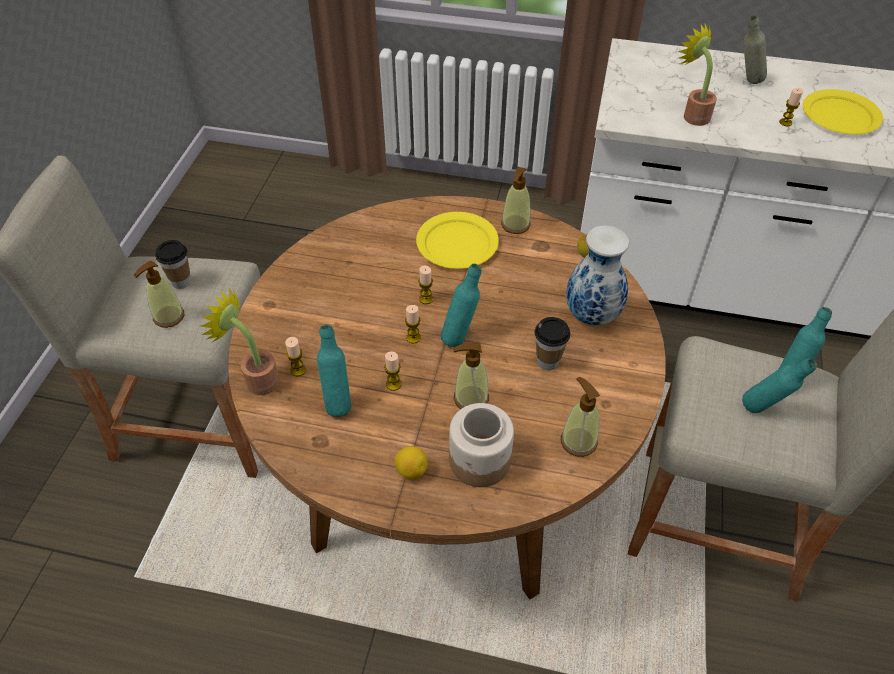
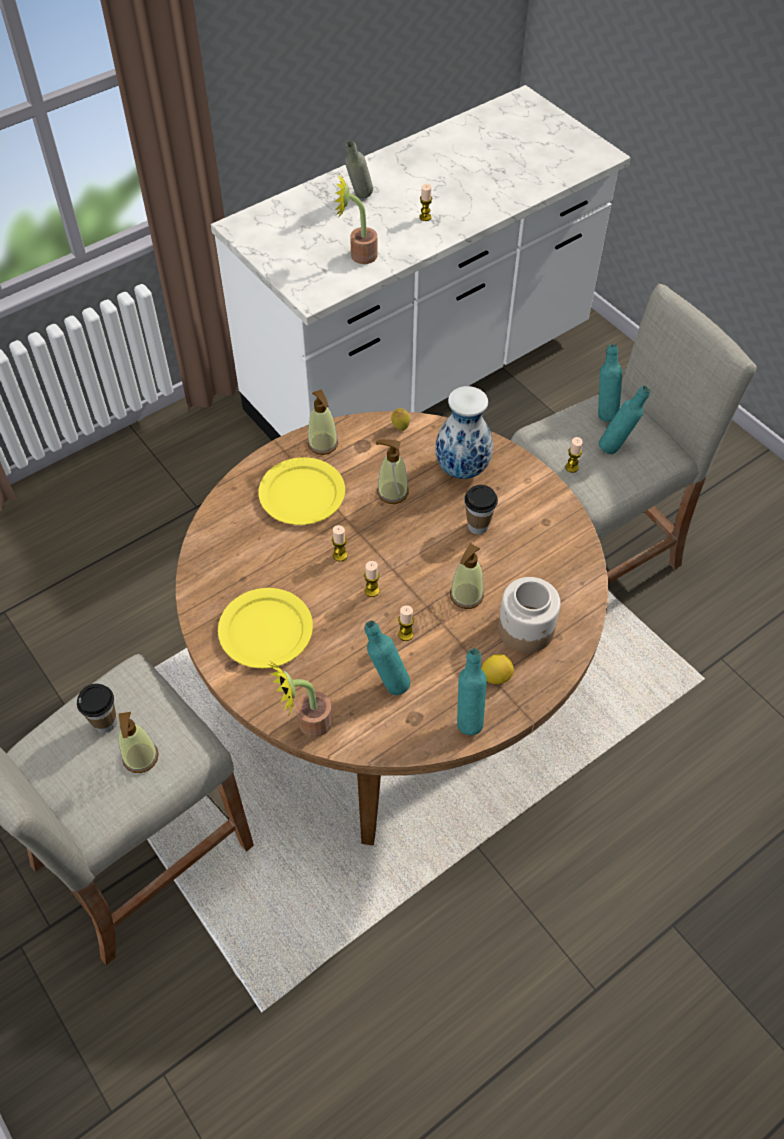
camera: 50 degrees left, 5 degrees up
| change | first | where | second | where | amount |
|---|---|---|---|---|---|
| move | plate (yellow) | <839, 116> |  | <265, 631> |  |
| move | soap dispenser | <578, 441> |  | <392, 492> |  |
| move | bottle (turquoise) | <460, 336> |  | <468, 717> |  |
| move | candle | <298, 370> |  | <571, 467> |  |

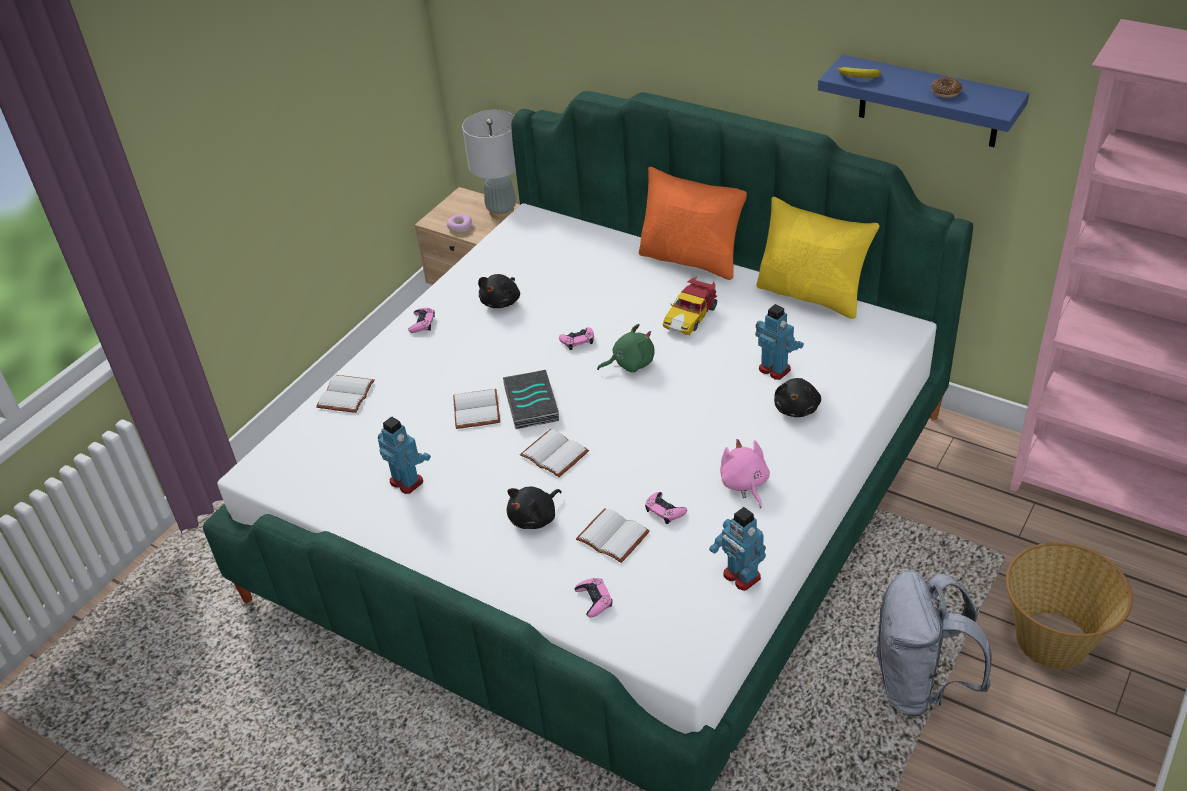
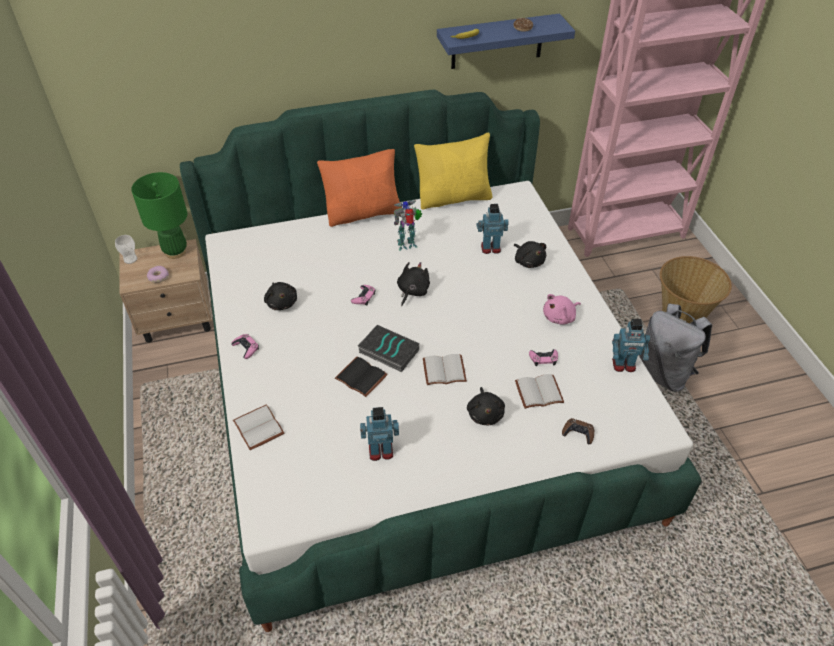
camera: 50 degrees left, 5 degrees up
| change | first | where | second | where | amount |
|---|---|---|---|---|---|
| insert |  |  | cup | <130, 259> |  |
| recolor | table lamp (grey) | <501, 211> | table lamp (green) | <175, 252> |  |
| recolor | book (white) | <478, 410> | book (black) | <362, 377> |  |
| replace | toy car | <691, 316> | toy robot | <408, 245> |  |
| recolor | plush toy (green) | <630, 363> | plush toy (black) | <412, 291> |  |
| rotate | plush toy (pink) | <744, 484> |  | <560, 317> | 60 degrees counterclockwise |
| recolor | game controller (pink) | <594, 600> | game controller (brown) | <578, 433> |  |

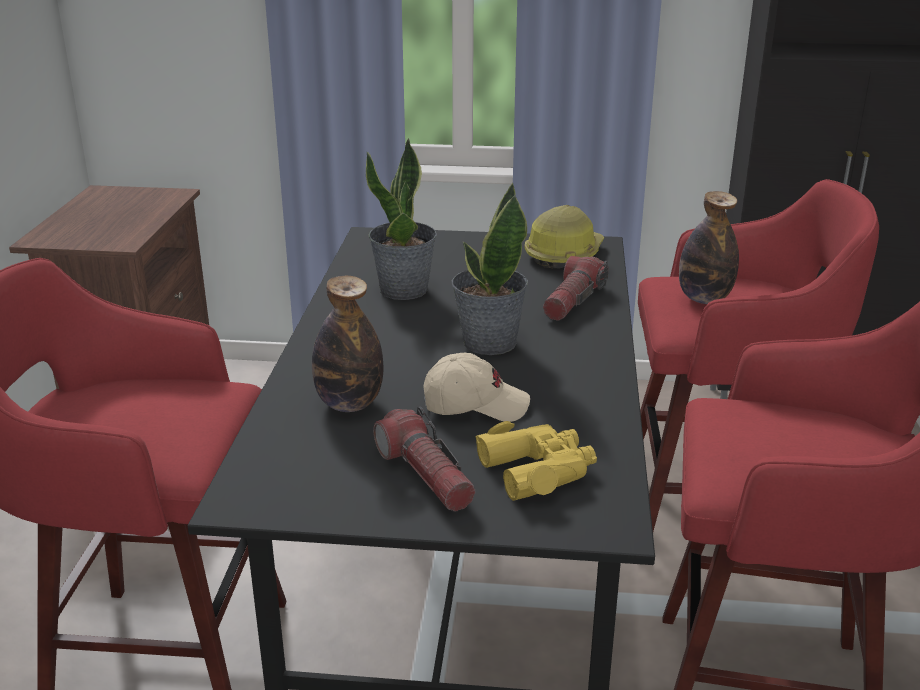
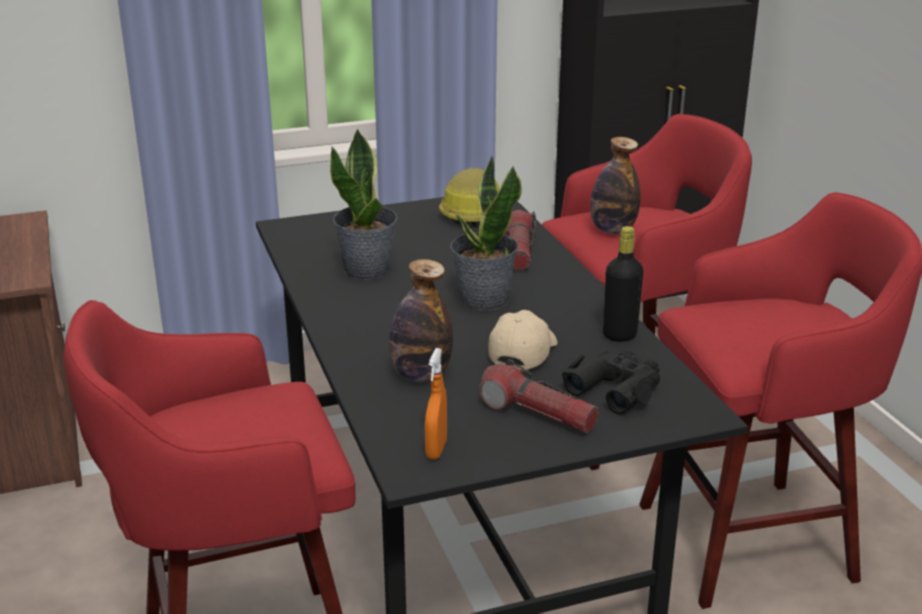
camera: 25 degrees left, 0 degrees up
| change | first | where | second | where | amount |
|---|---|---|---|---|---|
| insert |  |  | spray bottle (orange) | <436, 449> |  |
| rotate | cap (beige) | <475, 405> |  | <522, 351> | 45 degrees counterclockwise |
| recolor | binoculars (yellow) | <538, 470> | binoculars (black) | <616, 388> |  |
| insert |  |  | bottle (black) | <619, 335> |  |

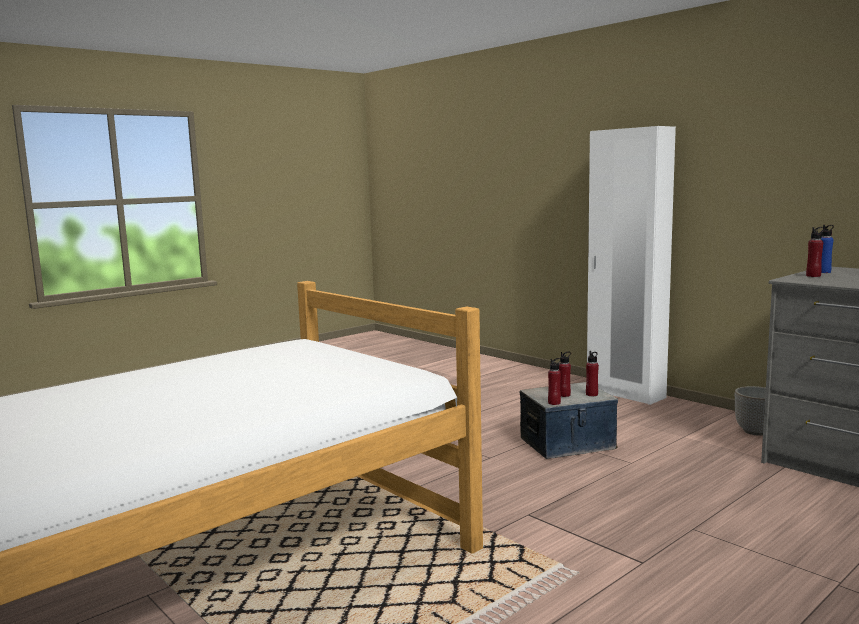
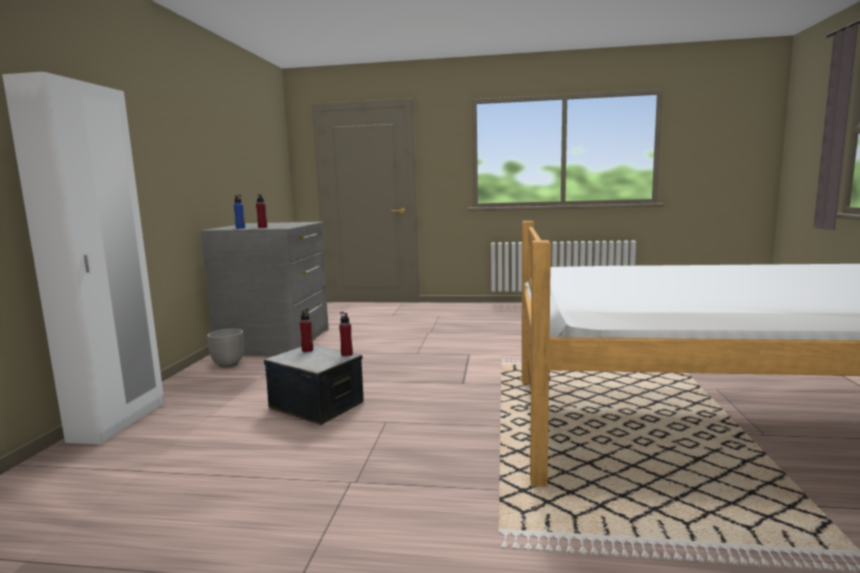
camera: 130 degrees left, 0 degrees up
| change | first | where | second | where | amount |
|---|---|---|---|---|---|
| delete | bottle (red) | <564, 395> |  |  |  |

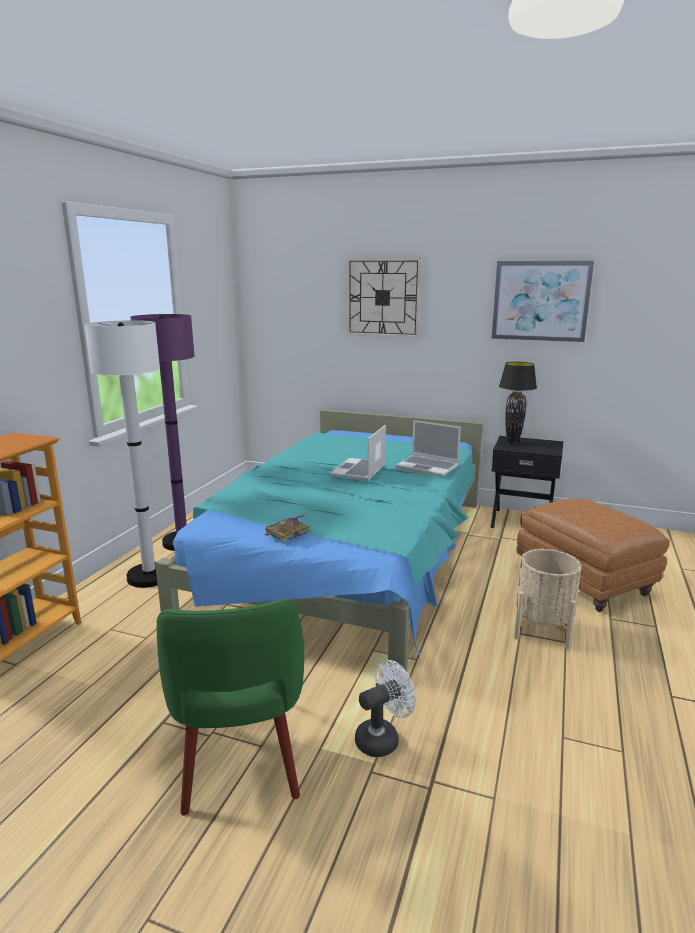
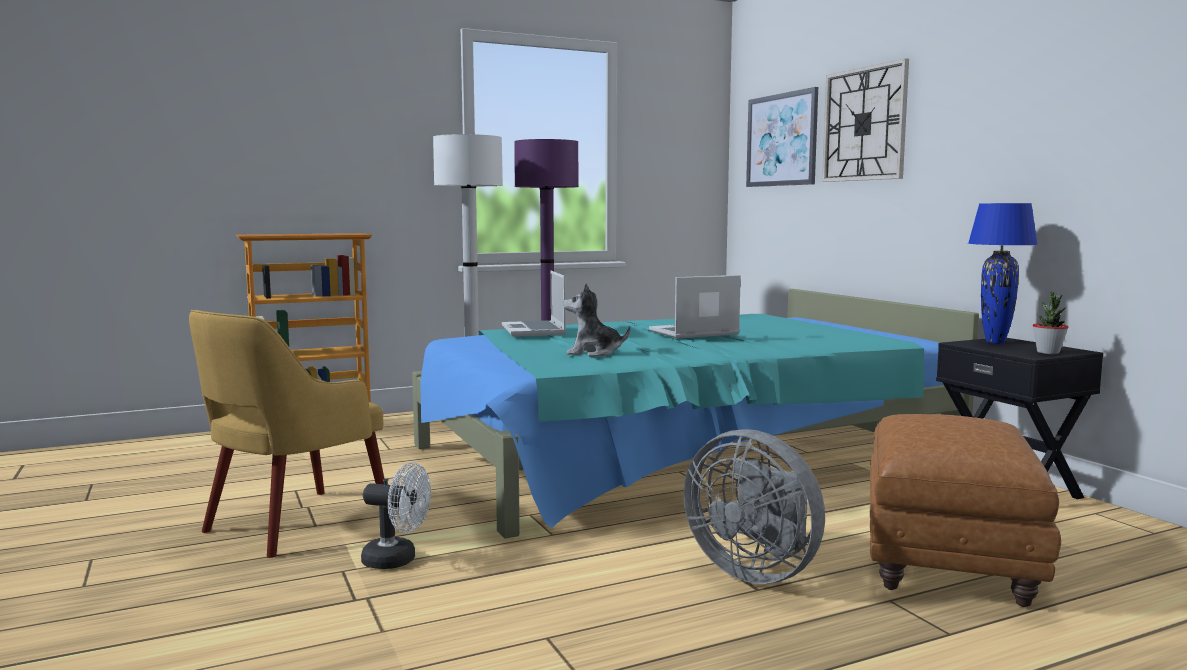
camera: 45 degrees right, 10 degrees down
| change | first | where | second | where | amount |
|---|---|---|---|---|---|
| recolor | armchair (green) | <239, 755> | armchair (yellow) | <293, 523> |  |
| move | laptop | <428, 467> |  | <534, 331> |  |
| insert |  |  | plush toy | <593, 353> |  |
| replace | planter (beige) | <542, 630> | fan (grey) | <755, 571> |  |
| move | picture | <540, 301> |  | <781, 140> |  |
| recolor | table lamp (black) | <512, 443> | table lamp (blue) | <995, 342> |  |
| insert |  |  | potted plant | <1048, 352> |  |
| delete | book | <287, 532> |  |  |  |

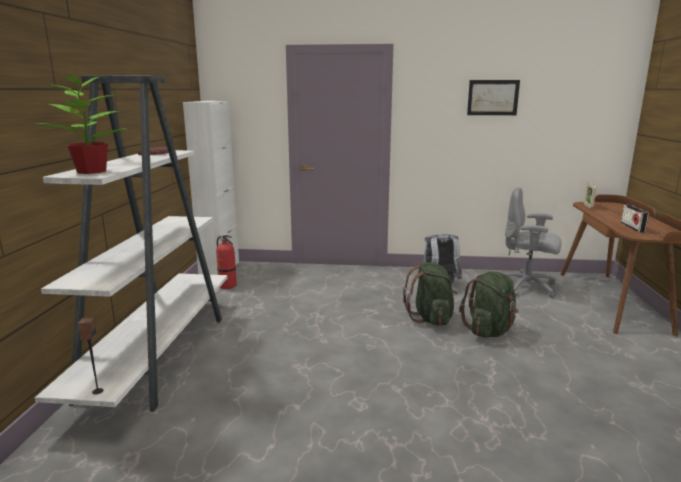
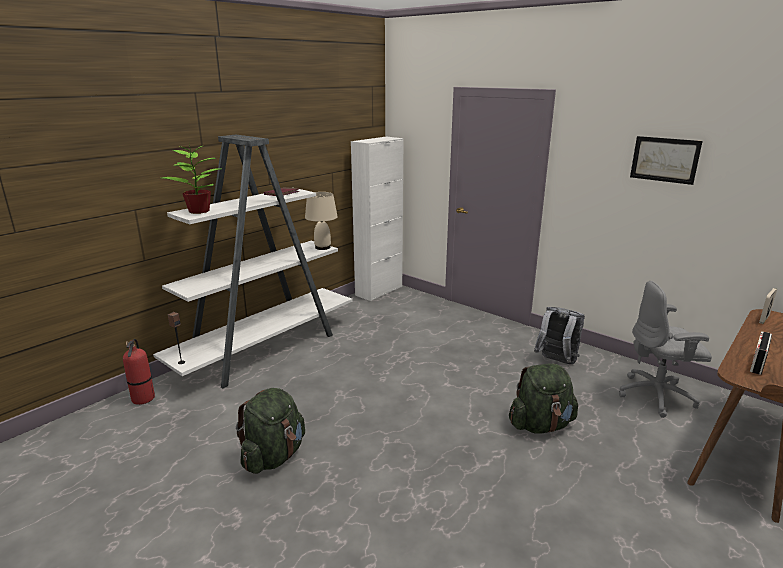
camera: 35 degrees right, 5 degrees up
| change | first | where | second | where | amount |
|---|---|---|---|---|---|
| move | fire extinguisher | <228, 286> |  | <143, 399> |  |
| move | backpack (green) | <431, 318> |  | <274, 456> |  |
| insert |  |  | table lamp (beige) | <322, 247> |  |
| rotate | office chair (grey) | <527, 287> |  | <657, 396> | 60 degrees counterclockwise |

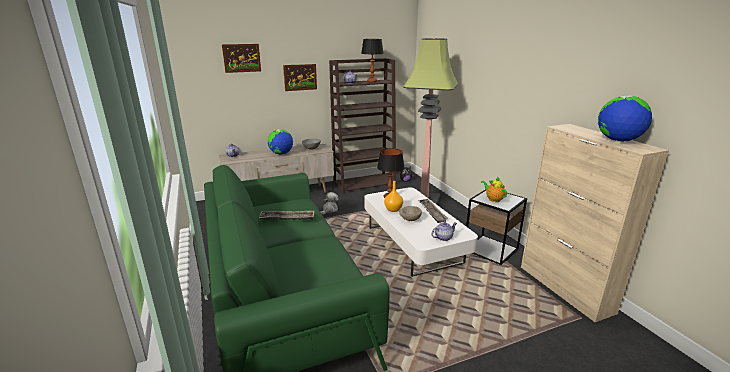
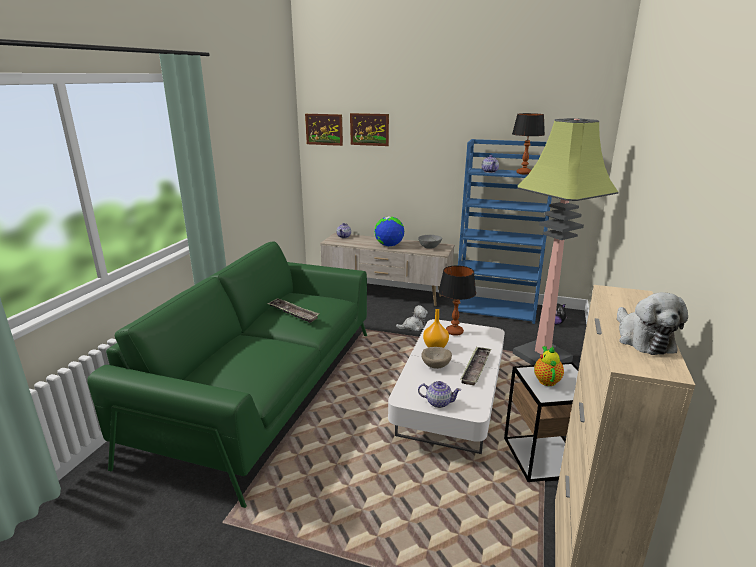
camera: 40 degrees right, 0 degrees up
| change | first | where | second | where | amount |
|---|---|---|---|---|---|
| move | picture | <300, 77> |  | <324, 129> |  |
| recolor | bookcase (brown) | <364, 183> | bookcase (blue) | <496, 309> |  |
| replace | globe | <618, 140> | plush toy | <643, 339> |  |

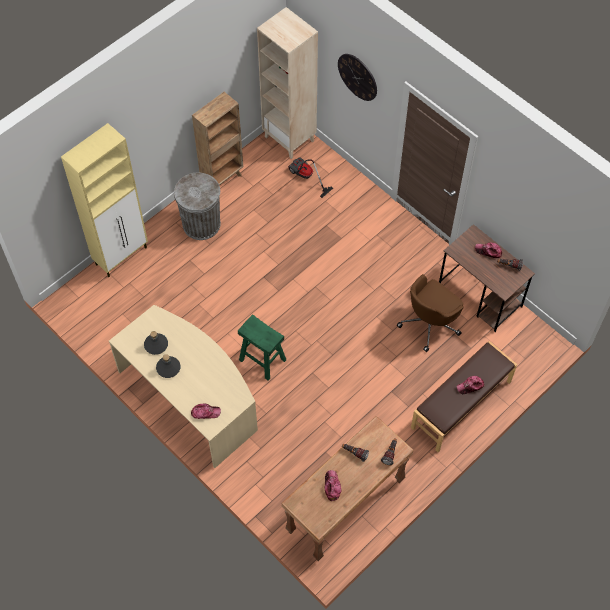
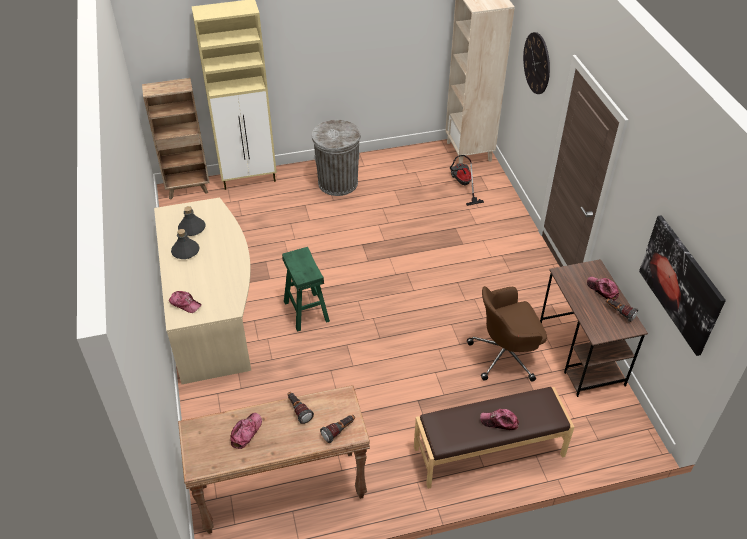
camera: 30 degrees right, 15 degrees down
| change | first | where | second | where | amount |
|---|---|---|---|---|---|
| move | bookcase (brown) | <223, 179> |  | <188, 189> |  |
| insert |  |  | picture | <680, 284> |  |

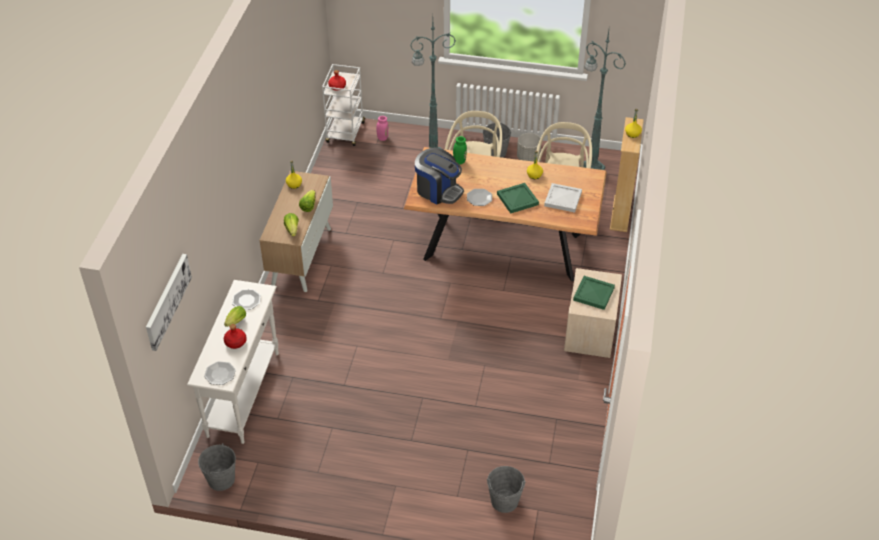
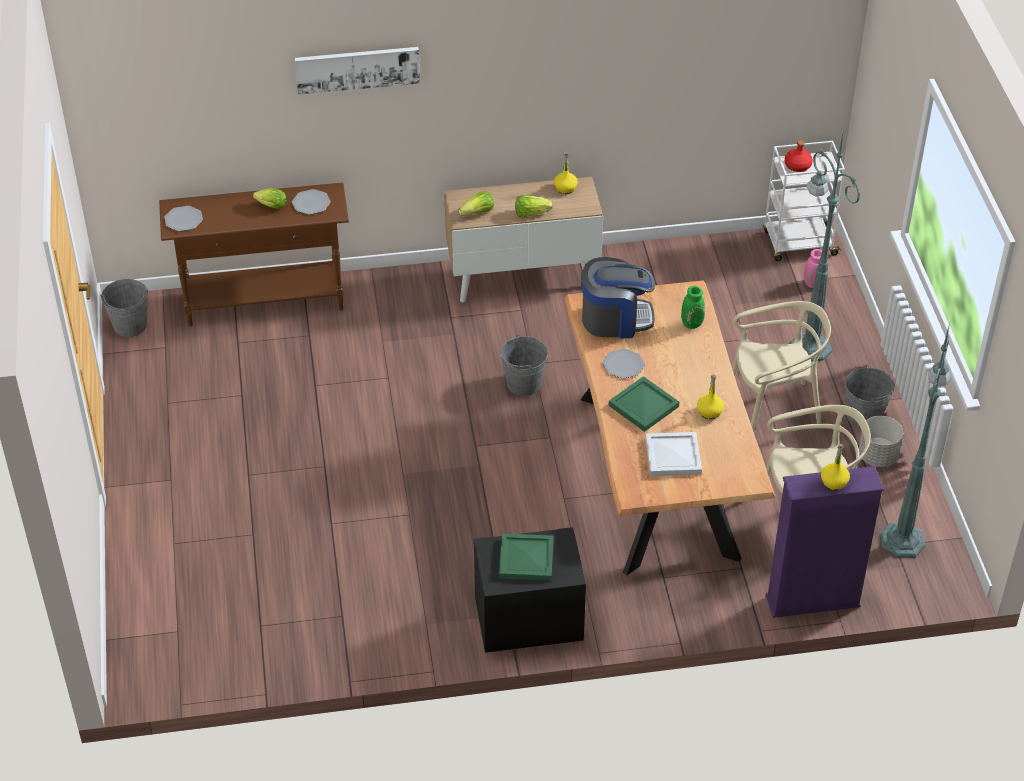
camera: 70 degrees right, 0 degrees up
| change | first | where | second | where | amount |
|---|---|---|---|---|---|
| recolor | console table (white) | <244, 393> | console table (brown) | <265, 301> |  |
| move | picture | <167, 301> |  | <357, 69> |  |
| recolor | nightstand (beige) | <590, 331> | nightstand (black) | <527, 617> |  |
| move | bucket (grey) | <504, 501> |  | <524, 383> |  |
| rotate | coffee machine | <438, 190> |  | <615, 319> | 105 degrees counterclockwise |
| recolor | bookcase (beige) | <620, 214> | bookcase (purple) | <812, 601> |  |
| delete | bottle (red) | <236, 342> |  |  |  |

